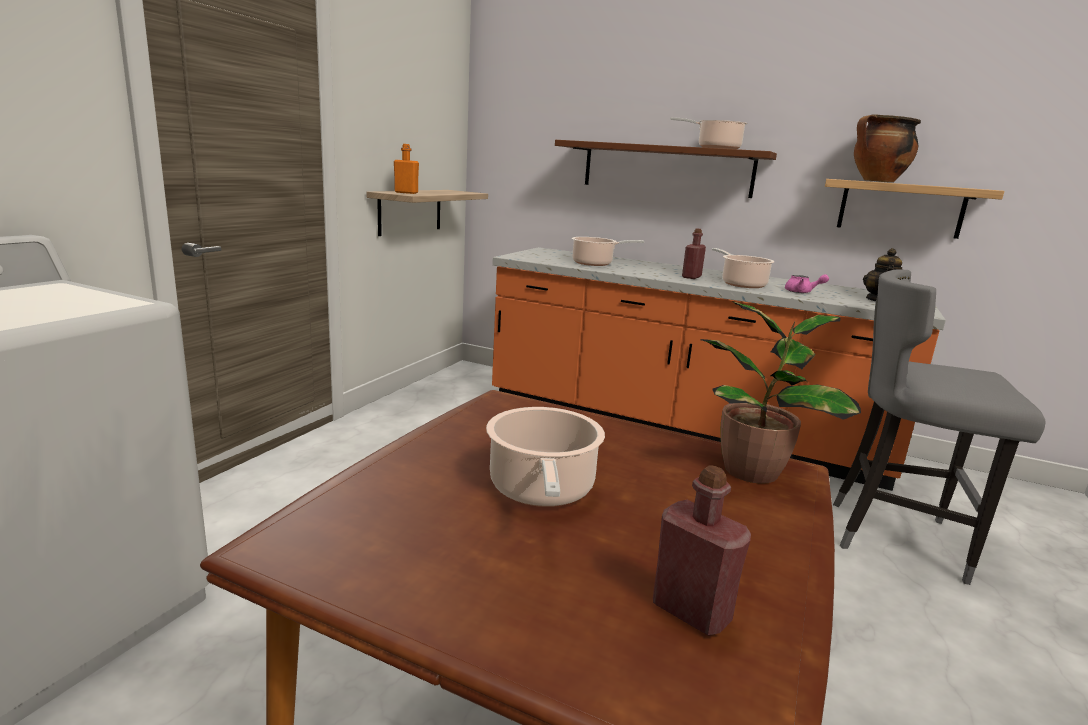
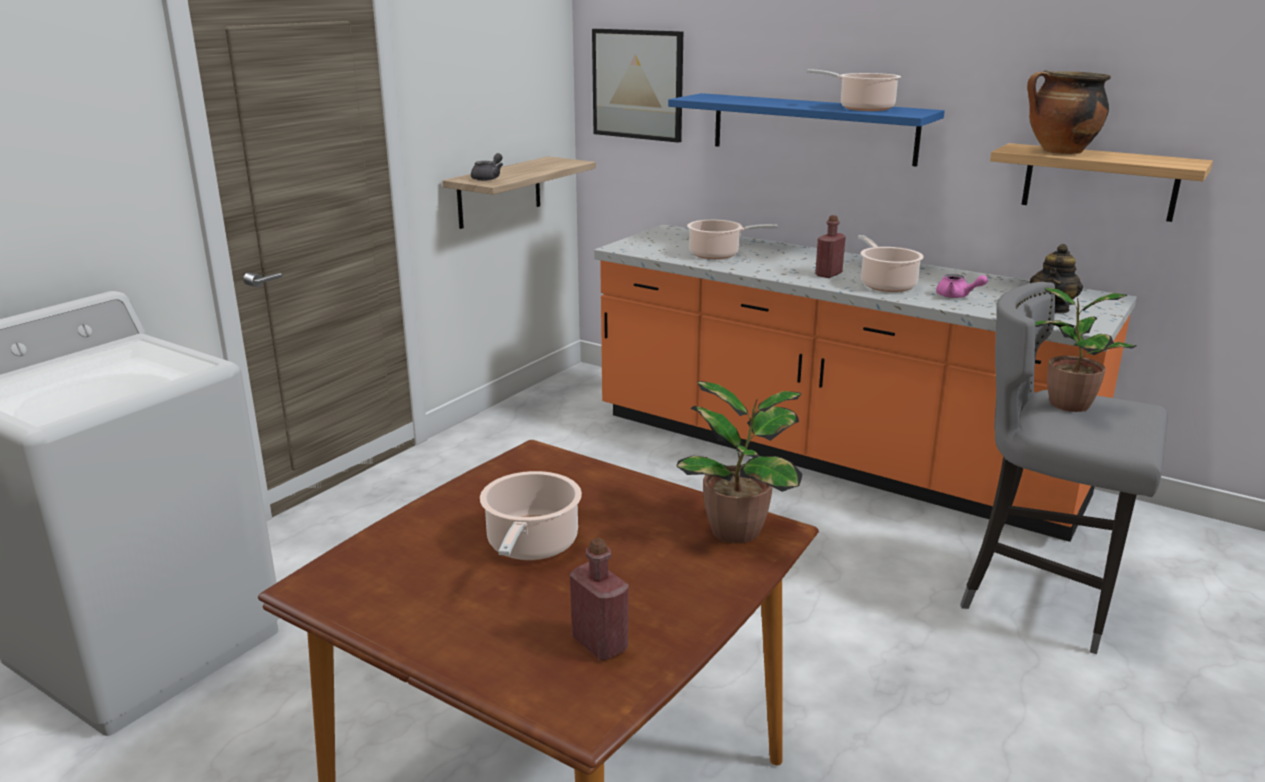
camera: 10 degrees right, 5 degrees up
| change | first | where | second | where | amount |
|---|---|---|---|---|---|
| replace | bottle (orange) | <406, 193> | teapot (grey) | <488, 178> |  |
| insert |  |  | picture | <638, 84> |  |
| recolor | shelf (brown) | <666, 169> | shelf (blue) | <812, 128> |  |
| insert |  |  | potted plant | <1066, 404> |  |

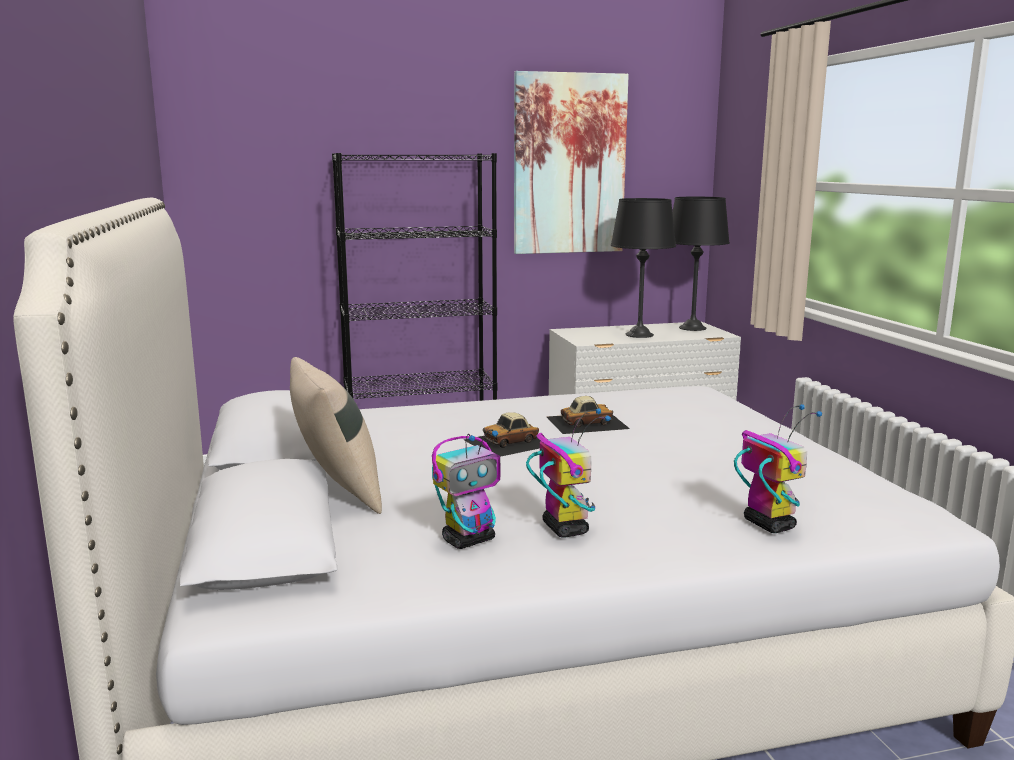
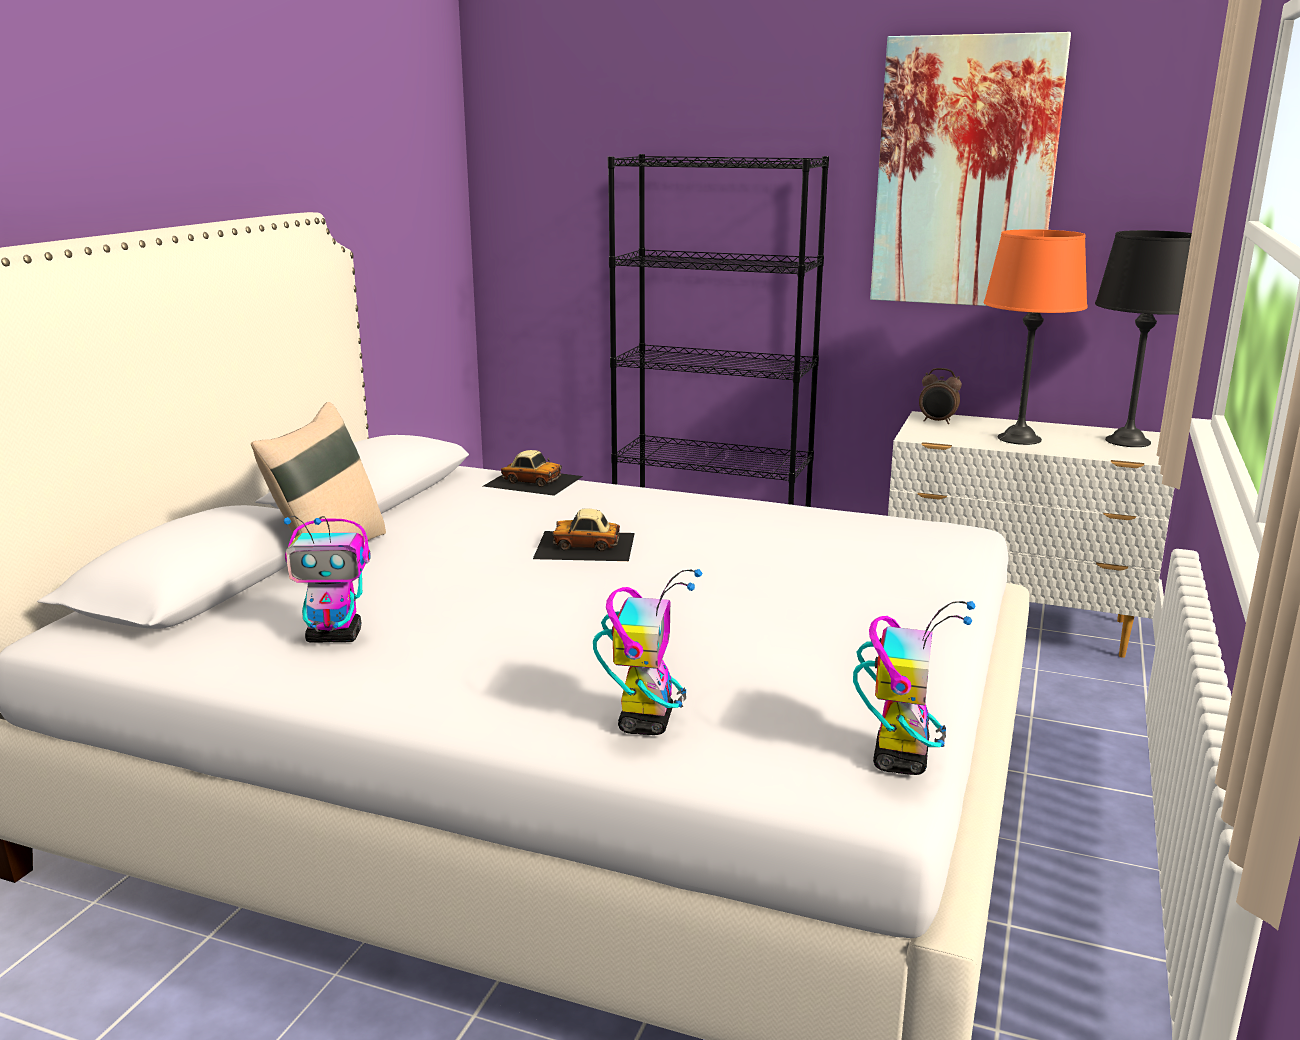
camera: 35 degrees right, 5 degrees up
| change | first | where | second | where | amount |
|---|---|---|---|---|---|
| move | toy car | <586, 422> |  | <533, 481> |  |
| move | toy robot | <564, 528> |  | <900, 758> |  |
| insert |  |  | alarm clock | <937, 422> |  |
| recolor | table lamp (black) | <639, 335> | table lamp (orange) | <1019, 438> |  |

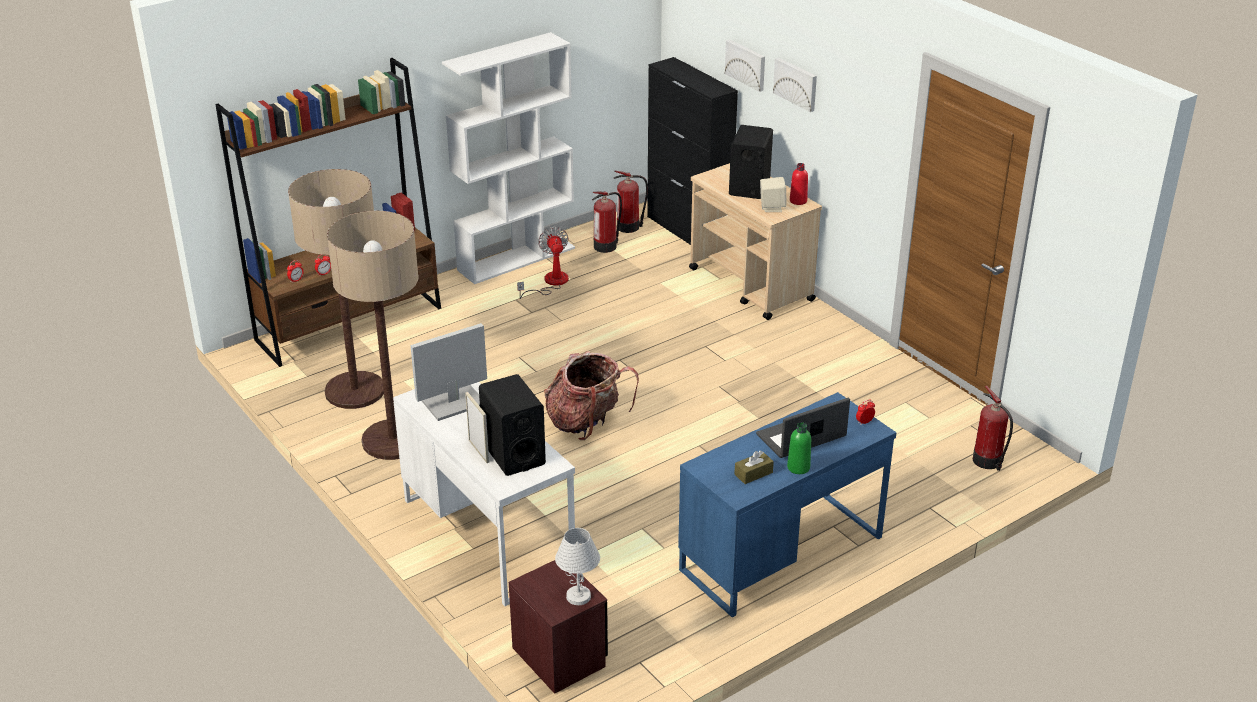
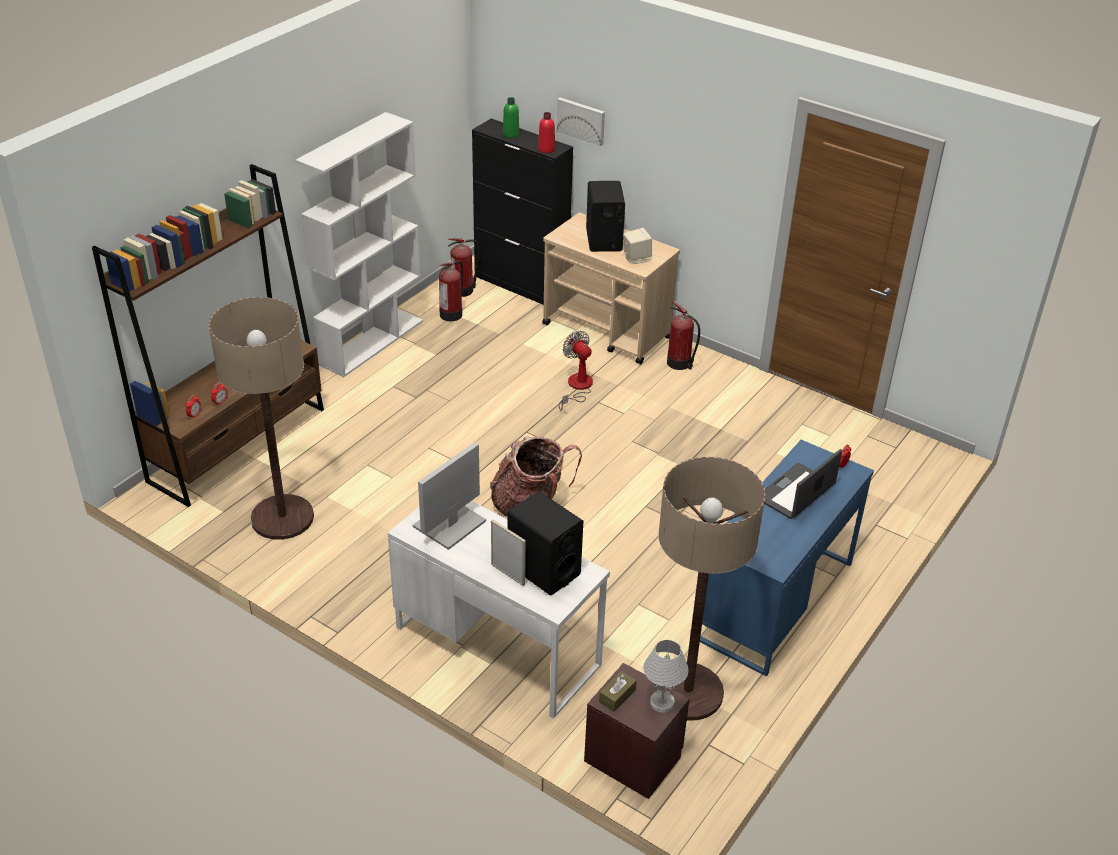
camera: 20 degrees left, 5 degrees up
| change | first | where | second | where | amount |
|---|---|---|---|---|---|
| move | bottle (green) | <798, 467> |  | <511, 134> |  |
| move | bottle (red) | <798, 201> |  | <546, 149> |  |
| move | fan | <550, 283> |  | <577, 387> |  |
| move | tissue box (brown) | <753, 473> |  | <617, 696> |  |
| move | floor lamp | <393, 440> |  | <687, 692> |  |
| move | fire extinguisher | <988, 461> |  | <680, 363> |  |
| delete | picture | <796, 84> |  |  |  |

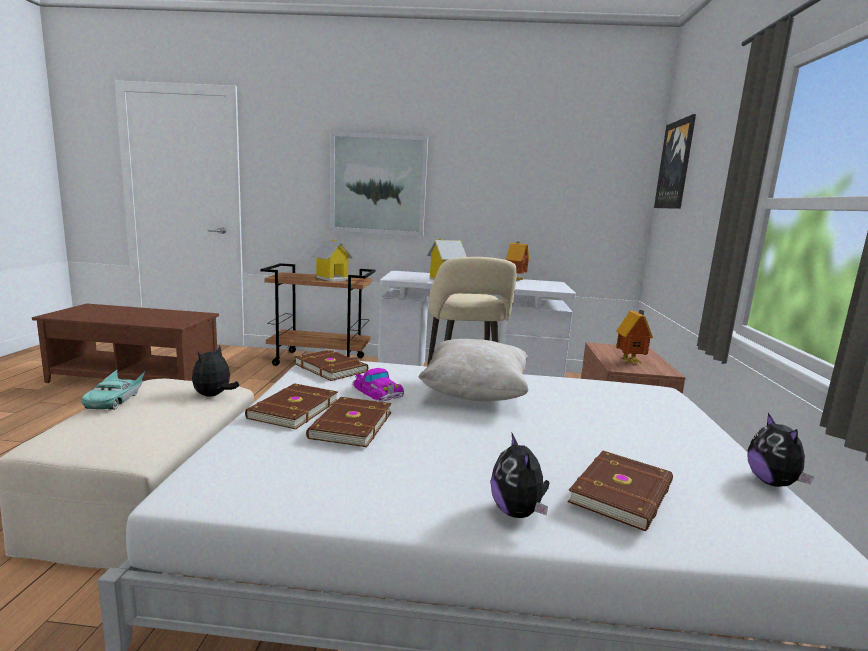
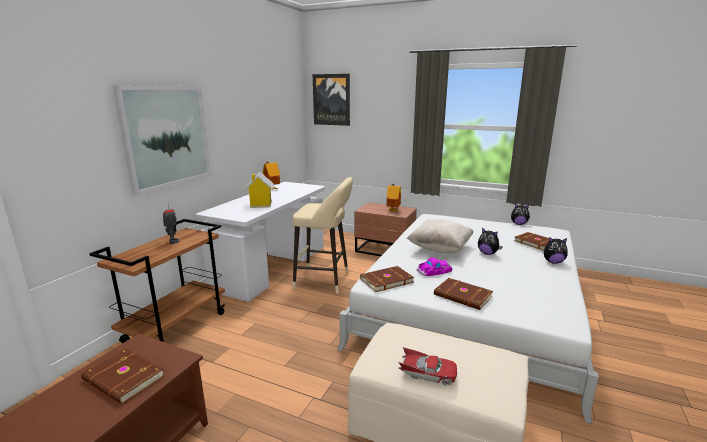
camera: 70 degrees left, 5 degrees up
| change | first | where | second | where | amount |
|---|---|---|---|---|---|
| move | book (brown) | <349, 425> |  | <123, 379> |  |
| replace | toy house | <332, 278> | toy robot | <173, 241> |  |
| recolor | toy car (turquoise) | <115, 399> | toy car (red) | <427, 374> |  |
| move | plush toy | <214, 395> |  | <487, 253> |  |

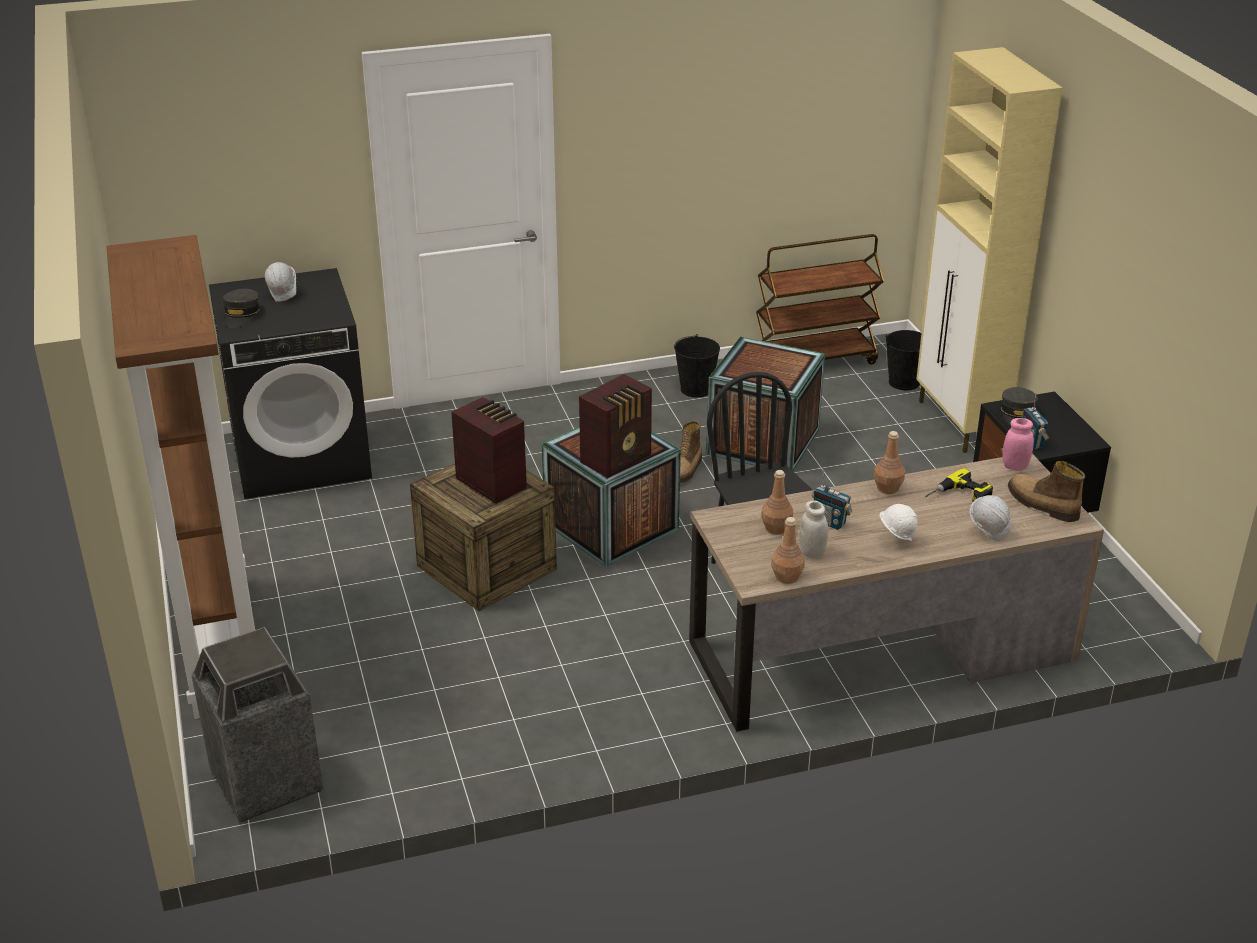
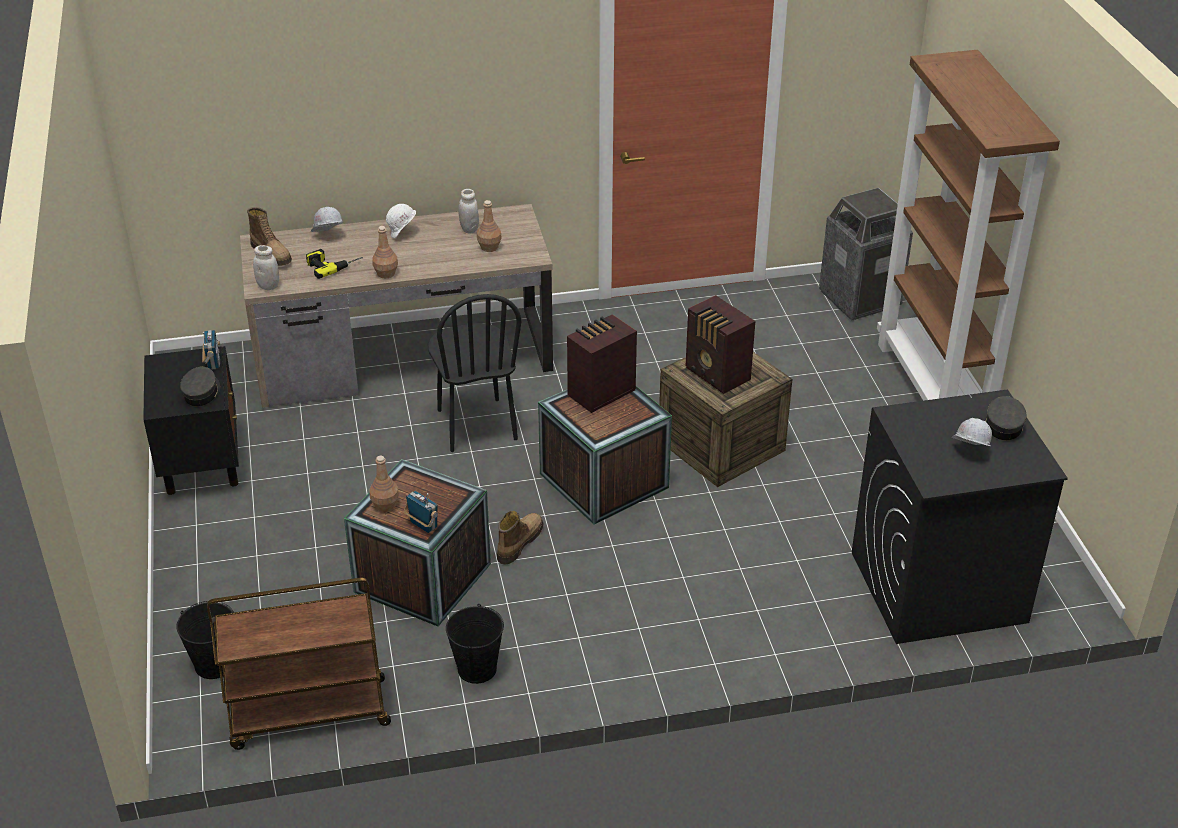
camera: 175 degrees left, 5 degrees up
| change | first | where | second | where | amount |
|---|---|---|---|---|---|
| recolor | jar (pink) | <1015, 466> | jar (white) | <268, 286> |  |
| move | bottle (brown) | <787, 577> |  | <385, 505> |  |
| move | radio | <829, 522> |  | <423, 525> |  |
| delete | cabinet (beige) | <960, 424> |  |  |  |

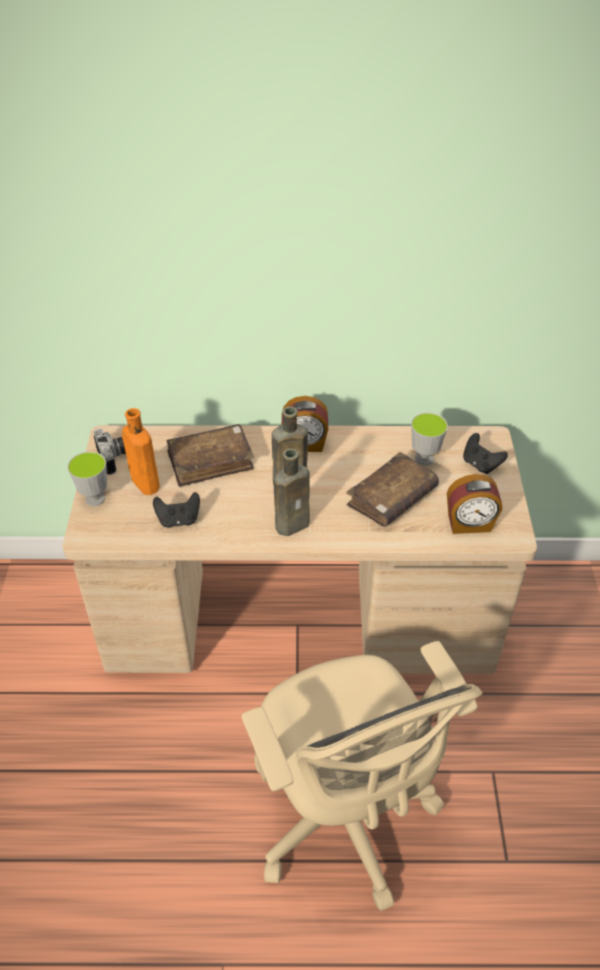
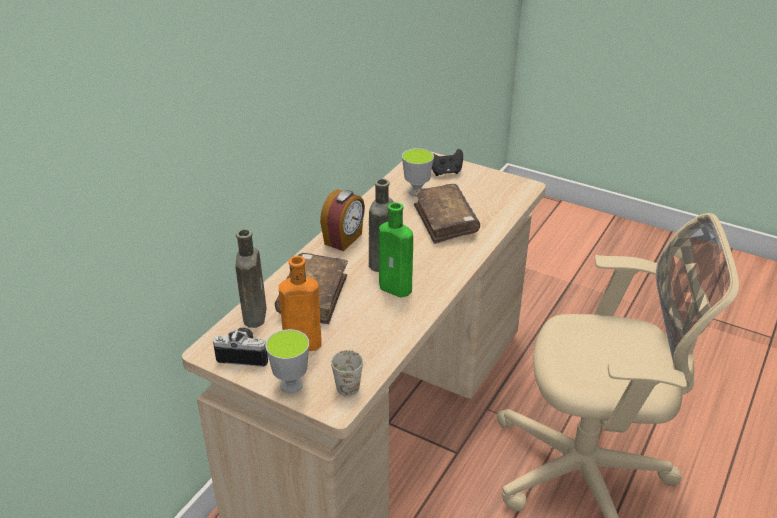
camera: 60 degrees left, 10 degrees down
| change | first | where | second | where | amount |
|---|---|---|---|---|---|
| move | bottle (brown) | <294, 524> |  | <255, 314> |  |
| insert |  |  | mug (white) | <348, 382> |  |
| insert |  |  | bottle (green) | <397, 289> |  |
| delete | game controller (black) | <178, 520> |  |  |  |
| delete | alarm clock | <469, 524> |  |  |  |

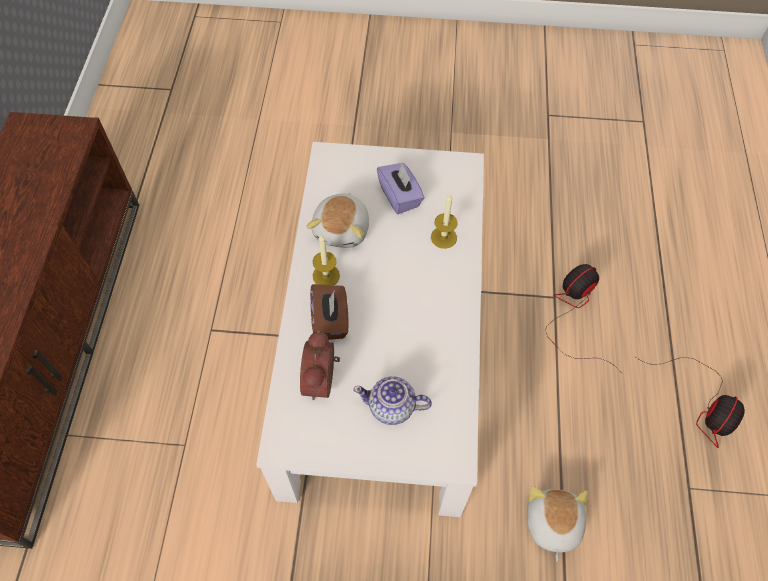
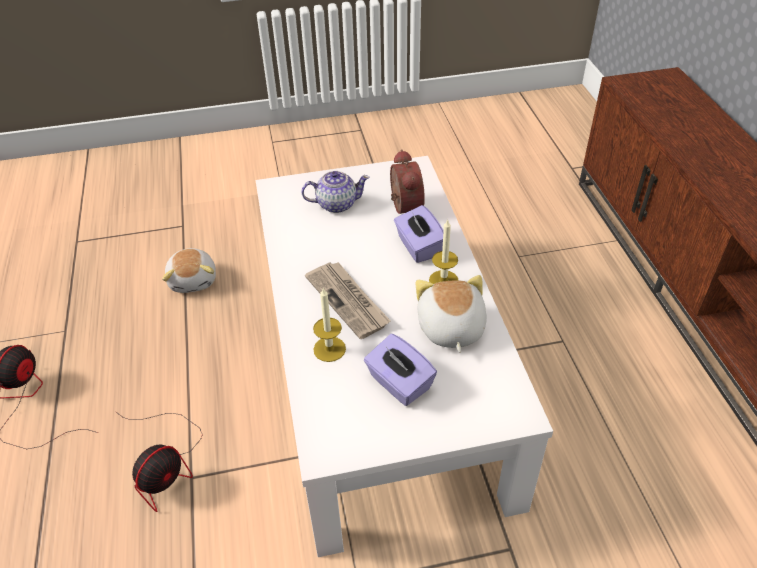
camera: 165 degrees right, 15 degrees down
| change | first | where | second | where | amount |
|---|---|---|---|---|---|
| insert |  |  | newspaper | <348, 301> |  |
| recolor | tissue box (brown) | <330, 320> | tissue box (purple) | <418, 247> |  |

